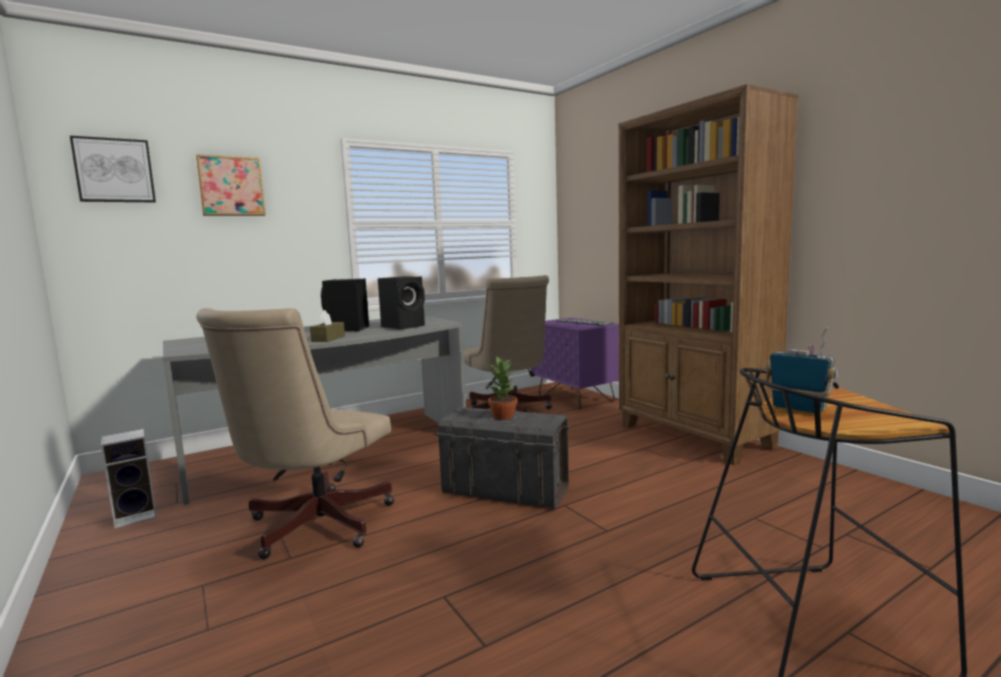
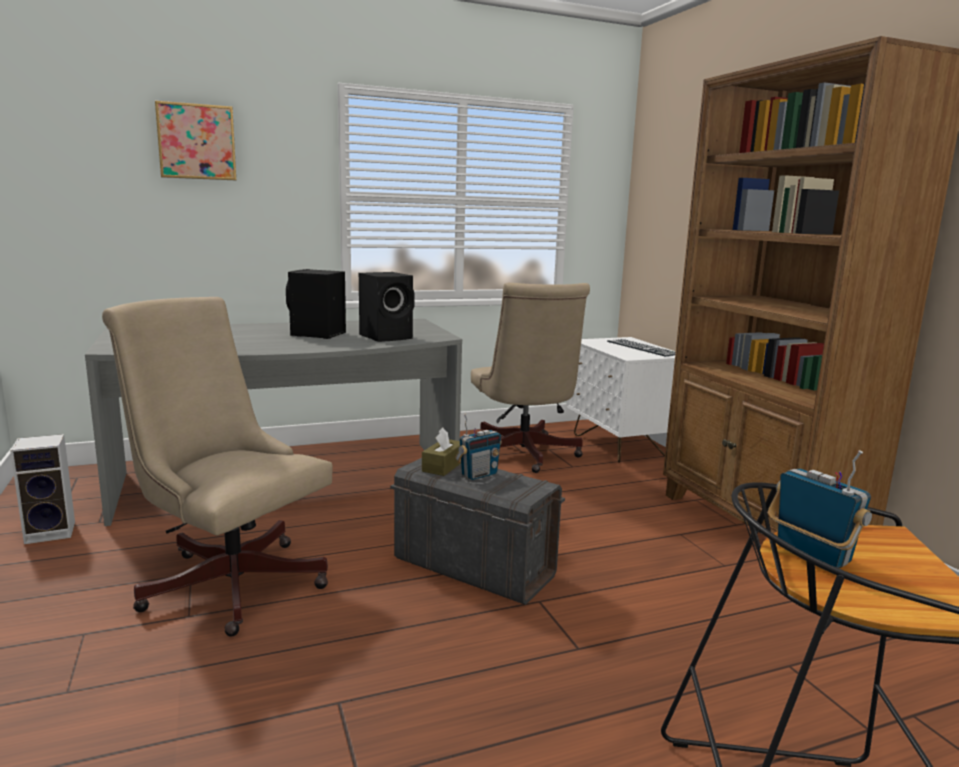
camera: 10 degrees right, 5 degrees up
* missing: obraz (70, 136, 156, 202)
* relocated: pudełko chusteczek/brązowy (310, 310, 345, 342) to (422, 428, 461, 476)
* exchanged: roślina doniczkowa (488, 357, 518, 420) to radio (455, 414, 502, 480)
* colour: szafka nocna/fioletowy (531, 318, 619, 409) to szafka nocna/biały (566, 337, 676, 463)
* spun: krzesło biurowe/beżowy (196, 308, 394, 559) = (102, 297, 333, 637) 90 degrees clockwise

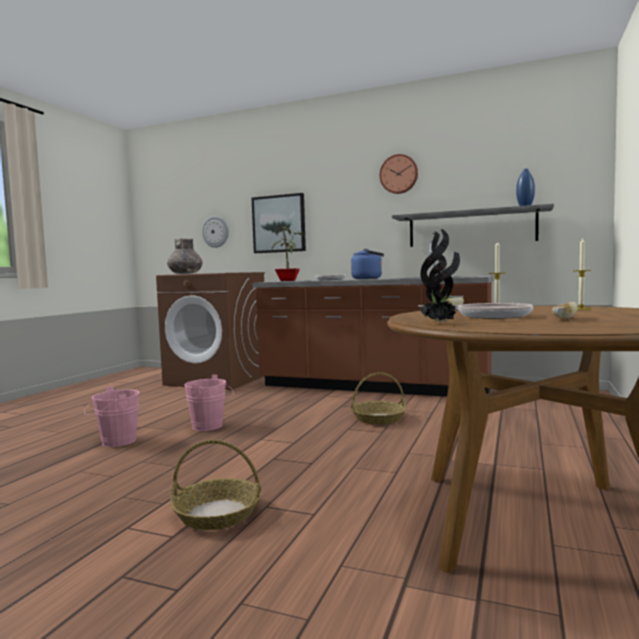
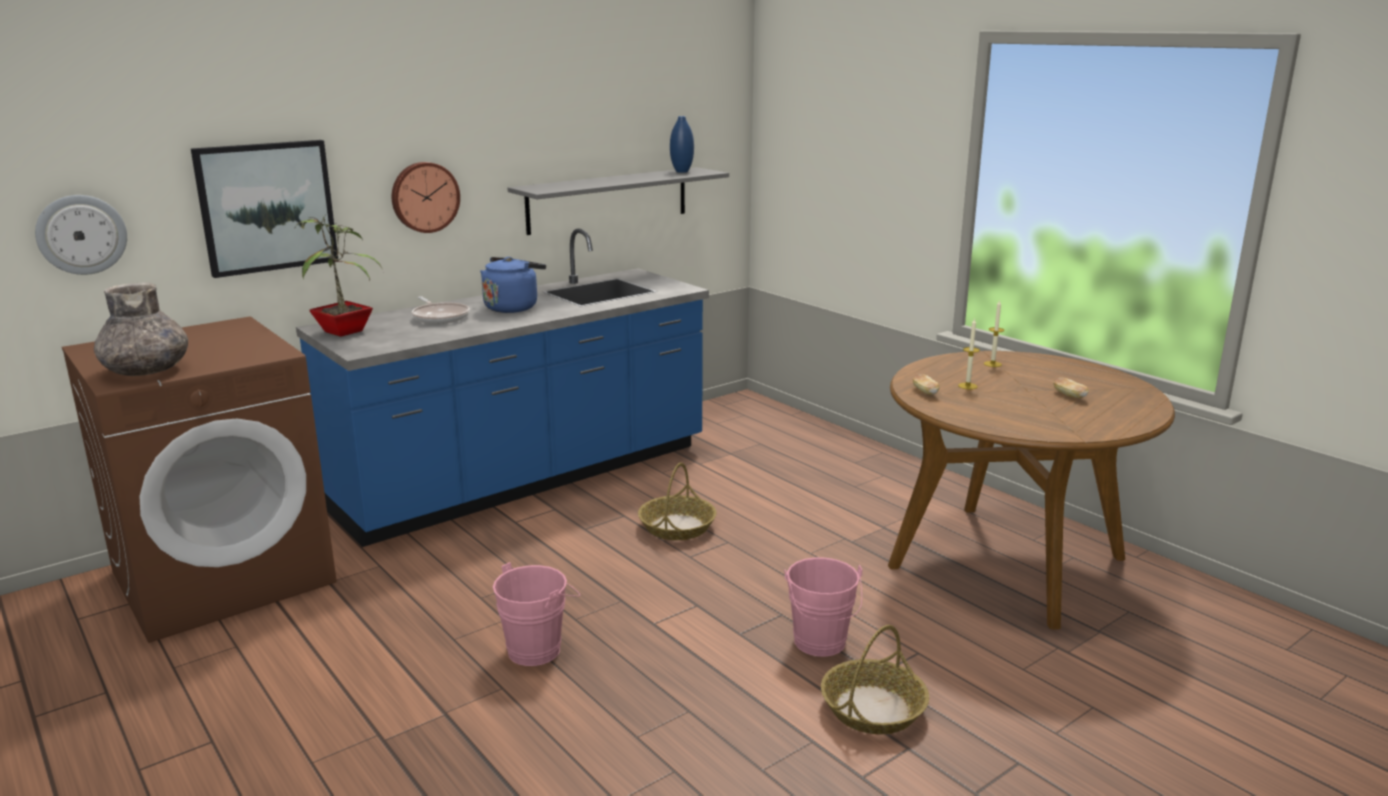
camera: 60 degrees left, 15 degrees up
* missing: patelnia (418, 303, 533, 319)
* missing: roślina doniczkowa (420, 229, 460, 323)
* relocated: wiadro/różowy (84, 386, 140, 447) to (784, 557, 862, 657)
* relocated: zegar ścienny (379, 154, 418, 194) to (392, 162, 460, 233)
* colour: zabudowa kuchenna/brązowy (252, 241, 493, 397) to zabudowa kuchenna/niebieski (296, 228, 709, 547)

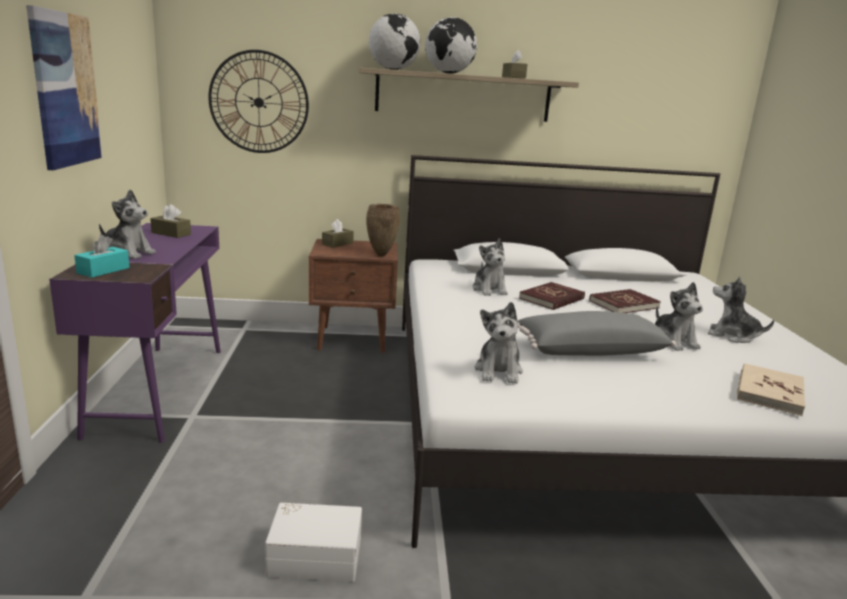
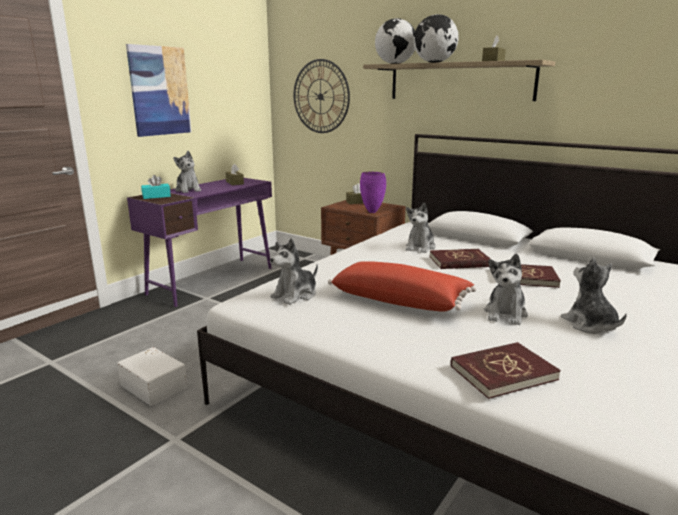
camera: 40 degrees right, 0 degrees up
* colour: wazon/brązowy (366, 204, 400, 256) to wazon/fioletowy (360, 172, 386, 213)
* colour: poduszka/szary (518, 311, 676, 356) to poduszka/czerwony (328, 261, 476, 312)
* colour: książka/beżowy (737, 363, 805, 416) to książka/czerwony (451, 342, 561, 399)

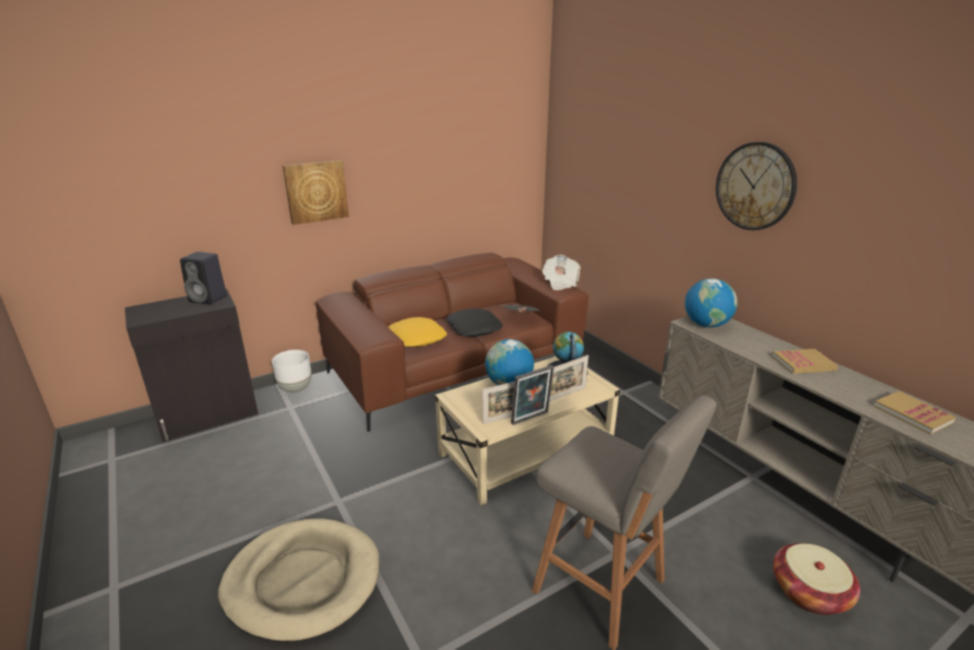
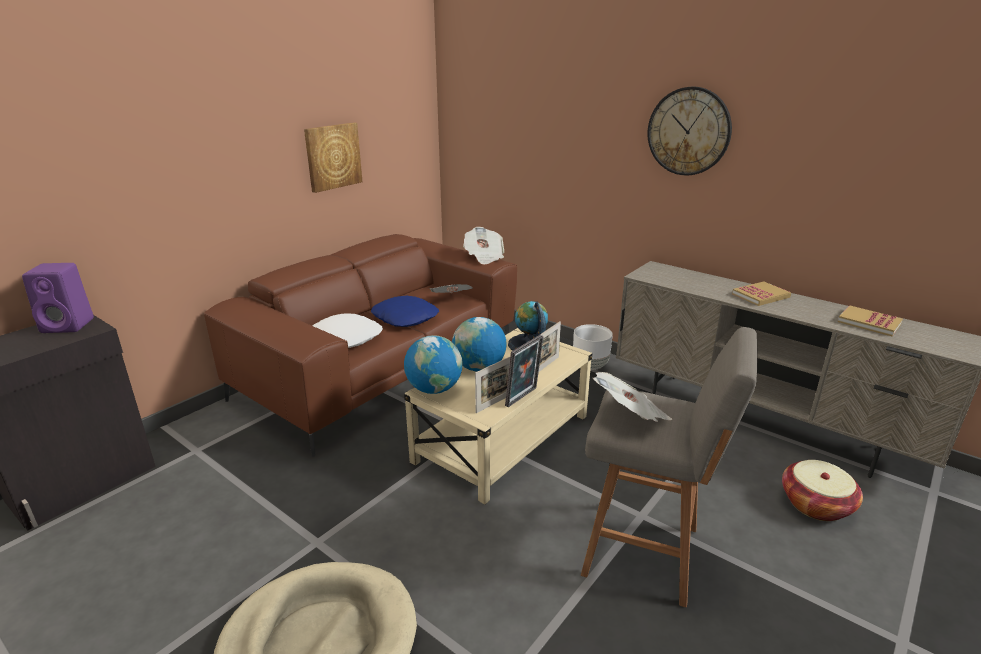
camera: 20 degrees left, 0 degrees up
* appeared: gazeta (593, 372, 672, 422)
* relocated: donica/biały (272, 350, 312, 393) to (573, 324, 613, 370)
* relocated: obraz (283, 160, 349, 225) to (304, 122, 362, 193)
* relocated: globus (685, 278, 737, 327) to (404, 335, 463, 394)
* colour: głośnik/czarny (180, 252, 227, 305) to głośnik/fioletowy (22, 263, 94, 333)
* colour: poduszka/żółty (389, 317, 447, 347) to poduszka/biały (312, 313, 383, 348)
* colour: poduszka/czarny (446, 308, 503, 337) to poduszka/niebieski (371, 296, 439, 327)

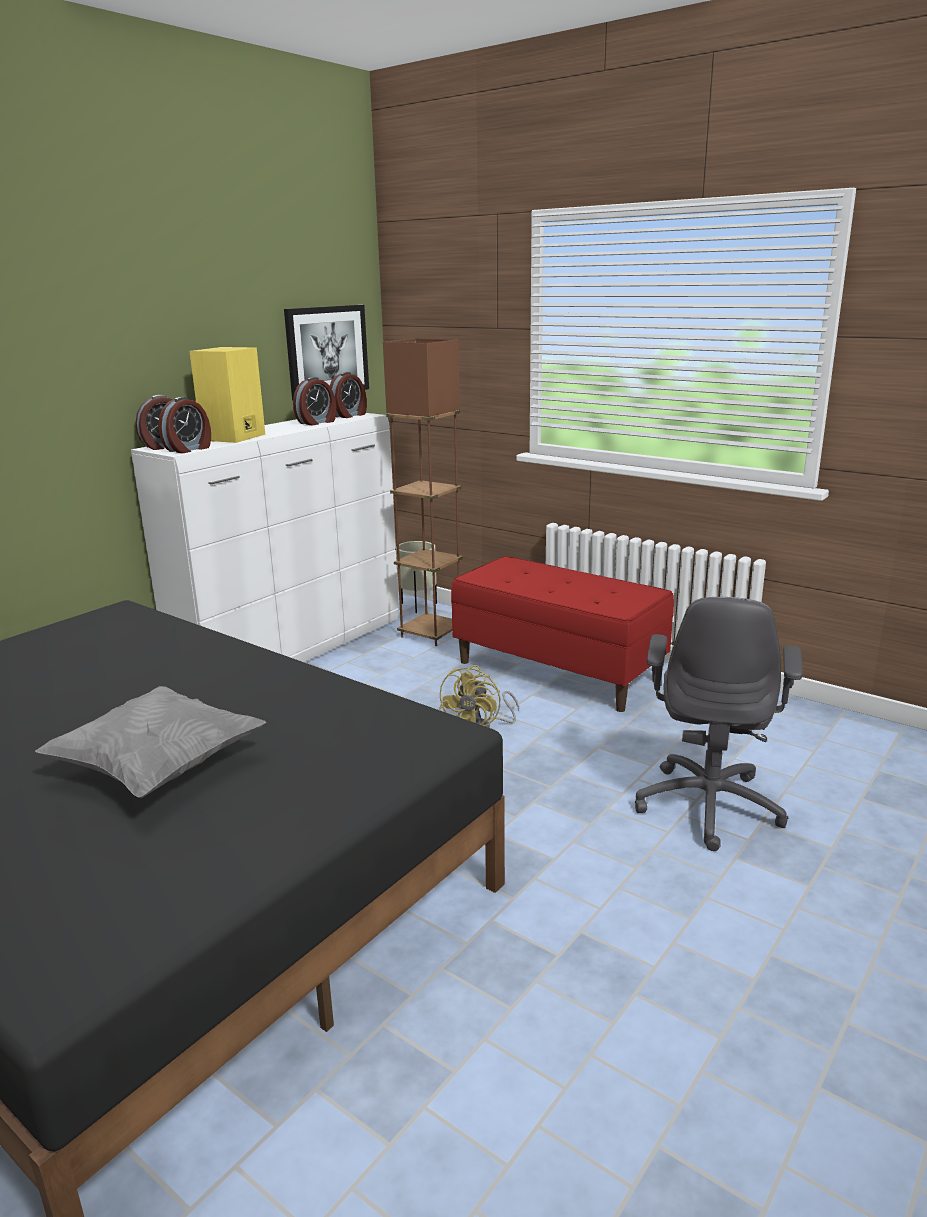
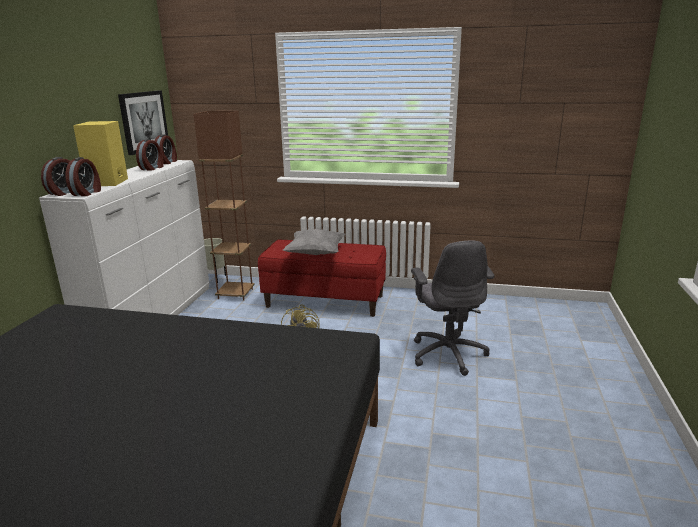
camera: 25 degrees left, 0 degrees up
* relocated: poduszka/szary (35, 686, 266, 798) to (283, 228, 345, 255)

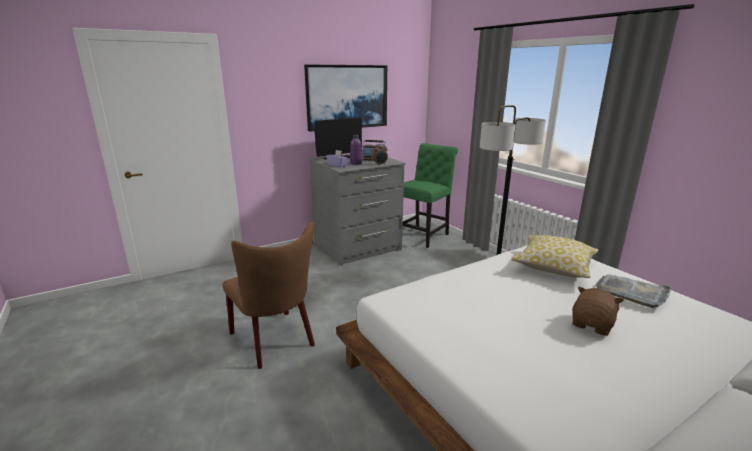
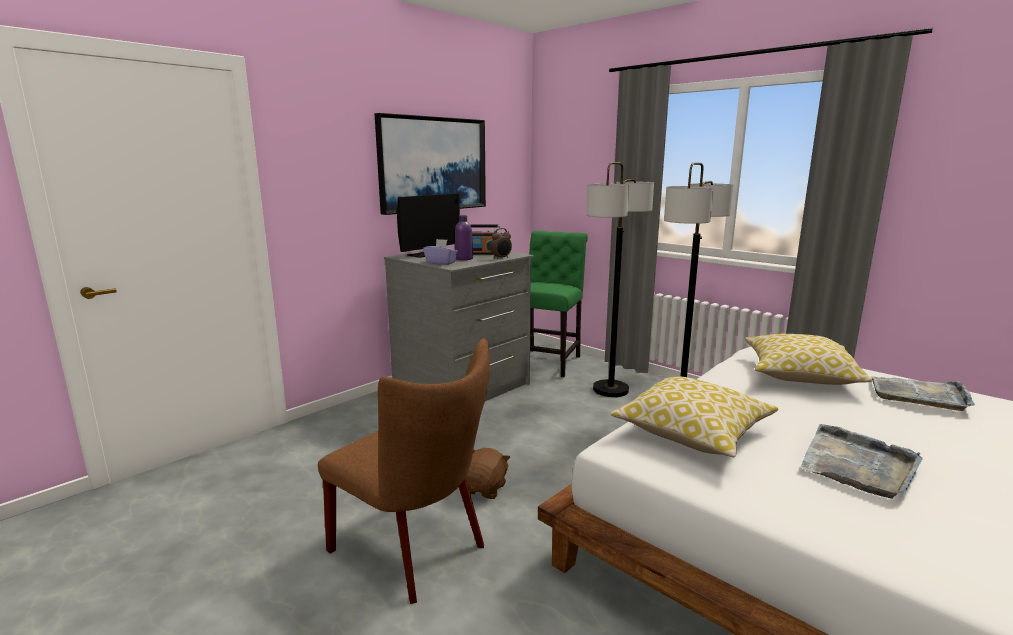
camera: 15 degrees left, 5 degrees down
* appeared: lampa stojąca (586, 162, 654, 397)
* appeared: poduszka (610, 377, 779, 457)
* appeared: taca/szary (801, 424, 923, 499)
* relocated: pluszak/brązowy (573, 287, 624, 336) to (466, 448, 510, 499)

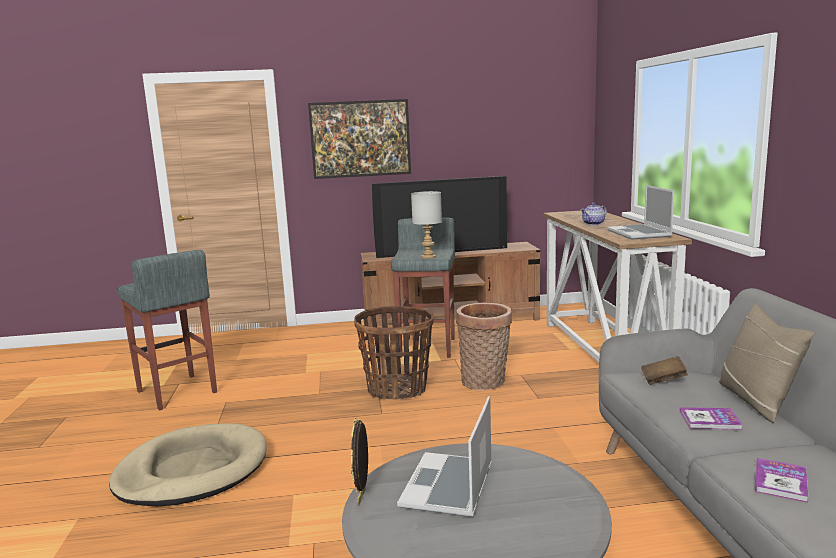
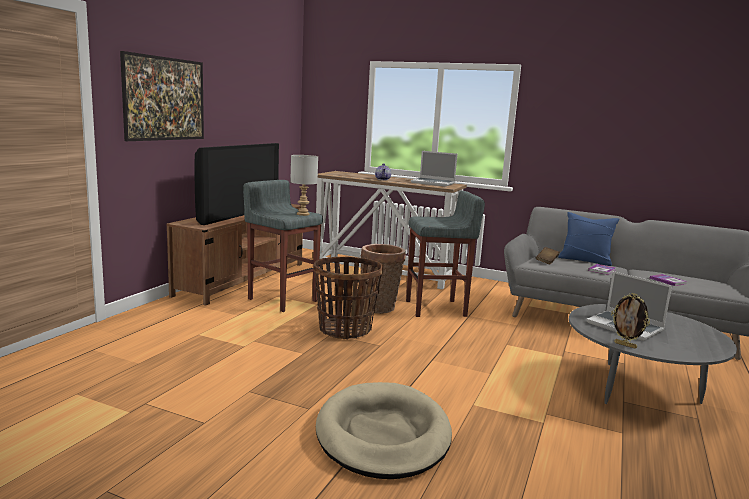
camera: 60 degrees left, 0 degrees up
* relocated: stołek/szary (118, 250, 217, 411) to (406, 191, 485, 317)
* colour: poduszka/beżowy (719, 304, 814, 423) to poduszka/niebieski (558, 212, 619, 266)

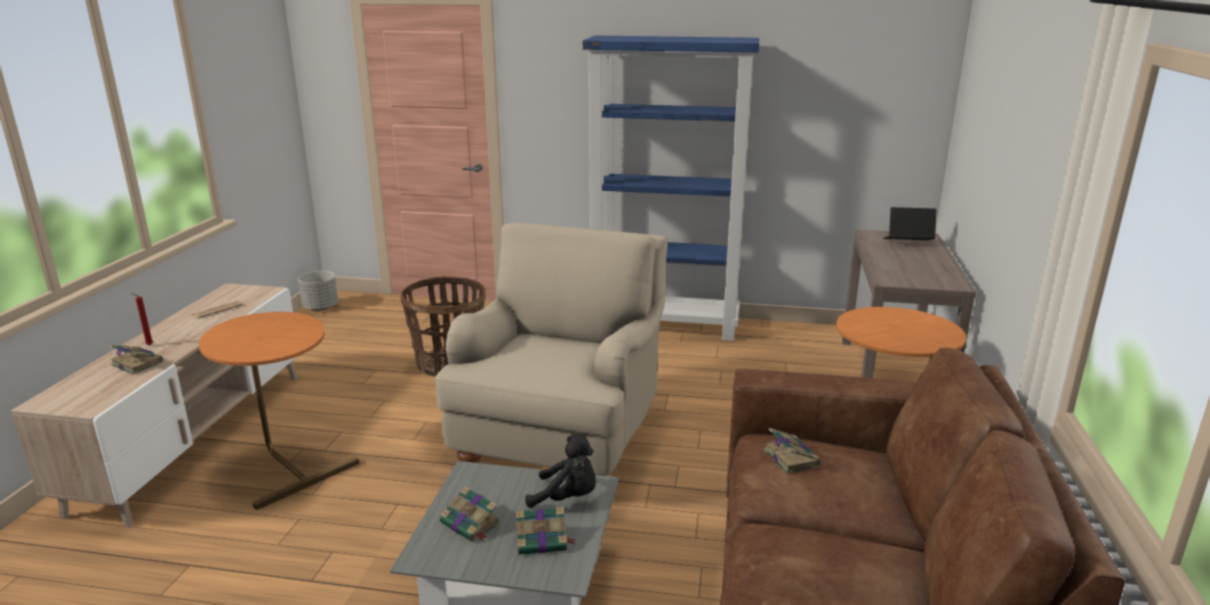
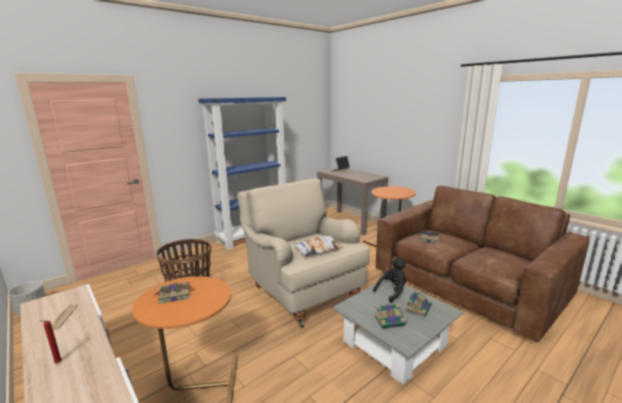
camera: 50 degrees left, 5 degrees down
* appeared: poduszka (294, 236, 343, 257)
* relocated: książka (109, 345, 163, 375) to (155, 282, 190, 304)

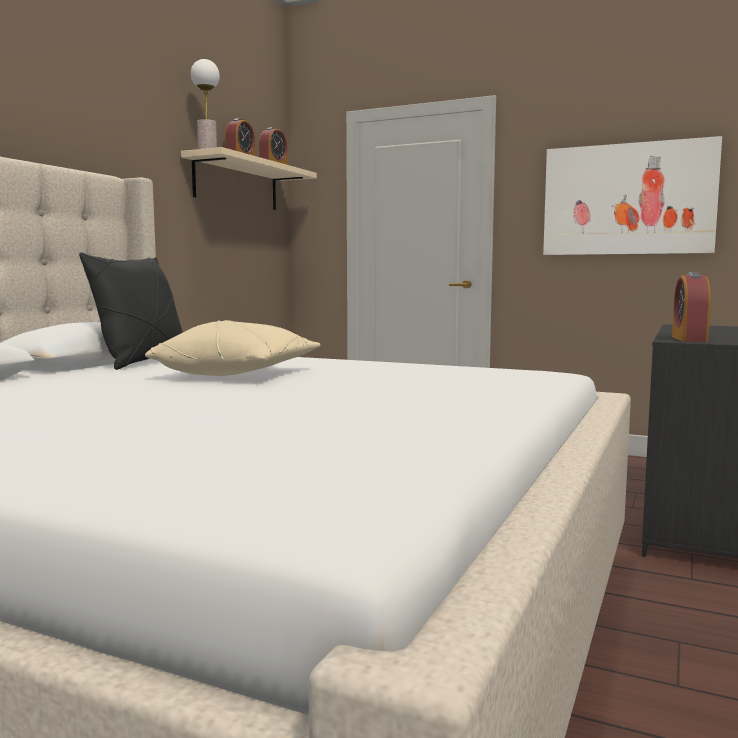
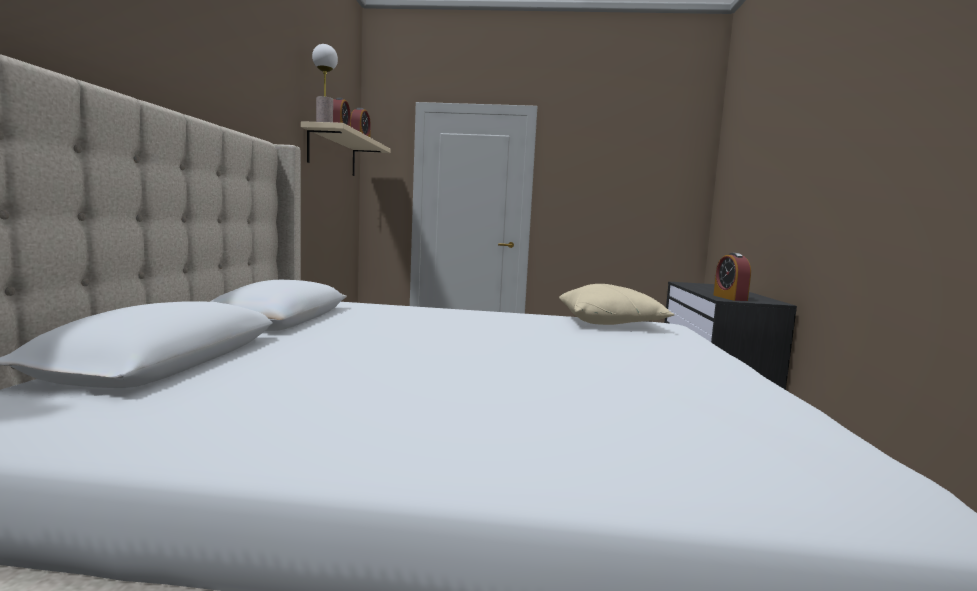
camera: 20 degrees left, 0 degrees up
* missing: poduszka/czarny (79, 253, 183, 370)
* missing: obraz (543, 136, 722, 255)
* relocated: poduszka/beżowy (145, 320, 321, 376) to (559, 284, 675, 325)

